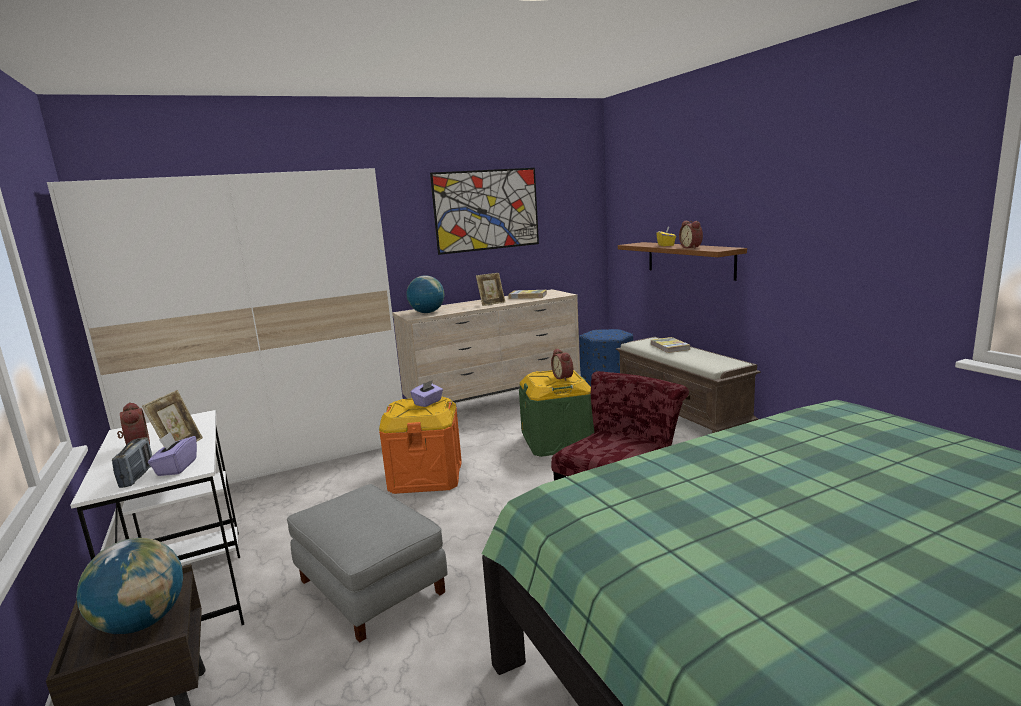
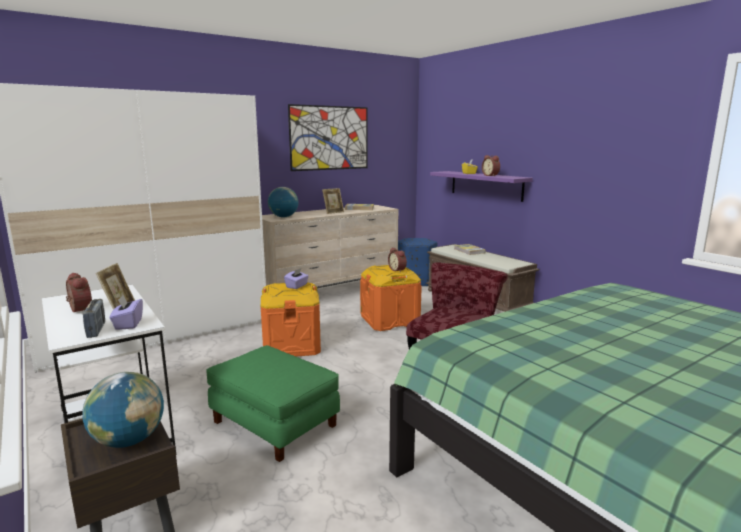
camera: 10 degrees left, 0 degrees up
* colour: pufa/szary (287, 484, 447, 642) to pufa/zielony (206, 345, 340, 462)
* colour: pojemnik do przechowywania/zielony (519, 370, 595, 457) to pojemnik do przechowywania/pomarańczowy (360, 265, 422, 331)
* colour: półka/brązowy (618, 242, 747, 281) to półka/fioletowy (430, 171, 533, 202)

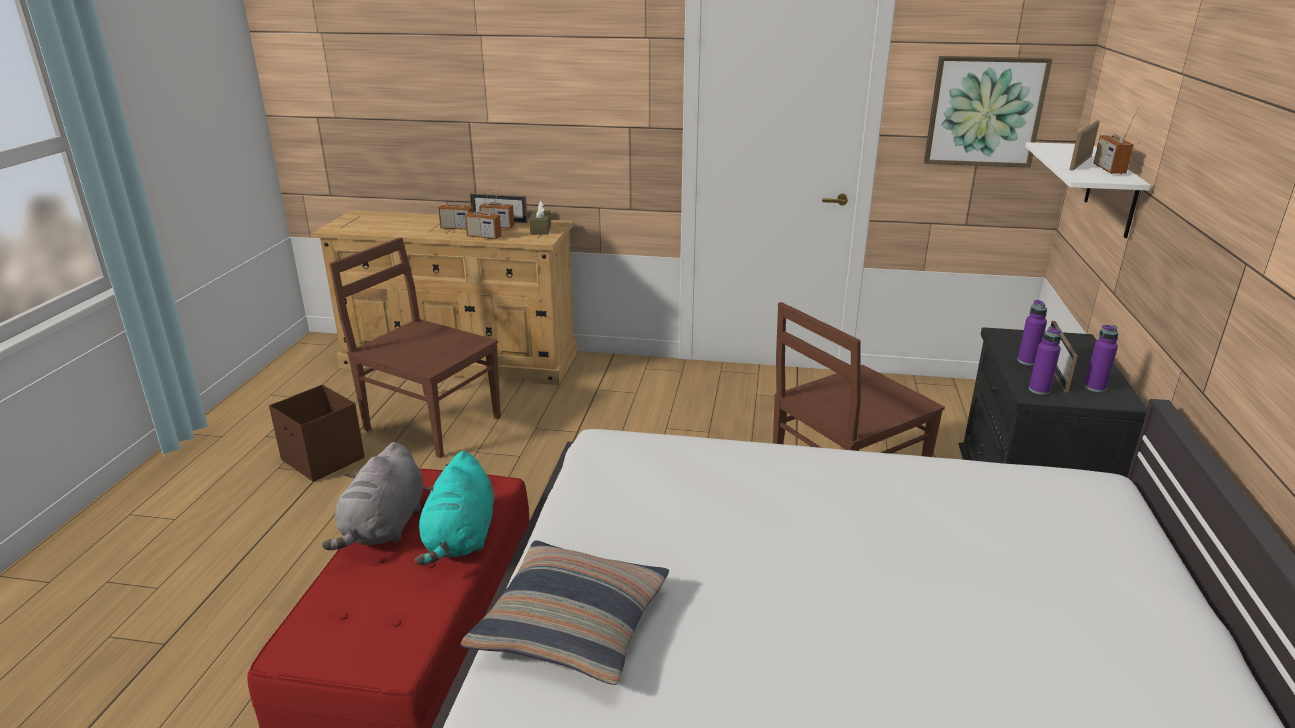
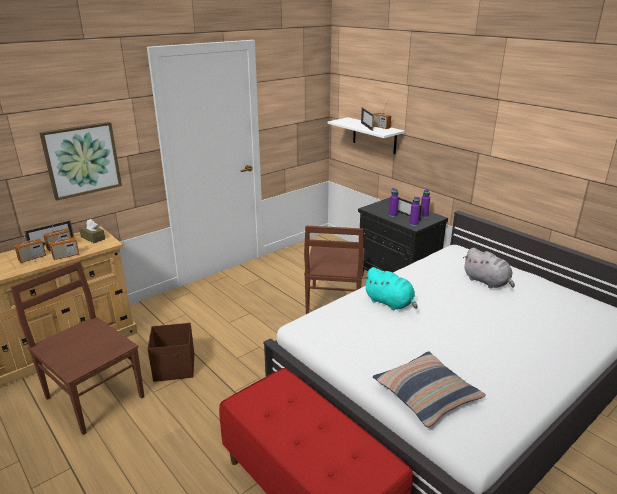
camera: 50 degrees left, 0 degrees up
* relocated: pojemnik do przechowywania/brązowy (269, 385, 365, 482) to (148, 323, 194, 382)
* relocated: pluszak/szary (322, 442, 423, 550) to (463, 248, 515, 288)
* relocated: pluszak/turkusowy (415, 451, 494, 565) to (363, 267, 418, 310)
* relocated: obraz (924, 56, 1052, 168) to (39, 122, 122, 201)
* spun: krzesło/brązowy (329, 237, 501, 458) = (11, 261, 145, 435) 60 degrees clockwise

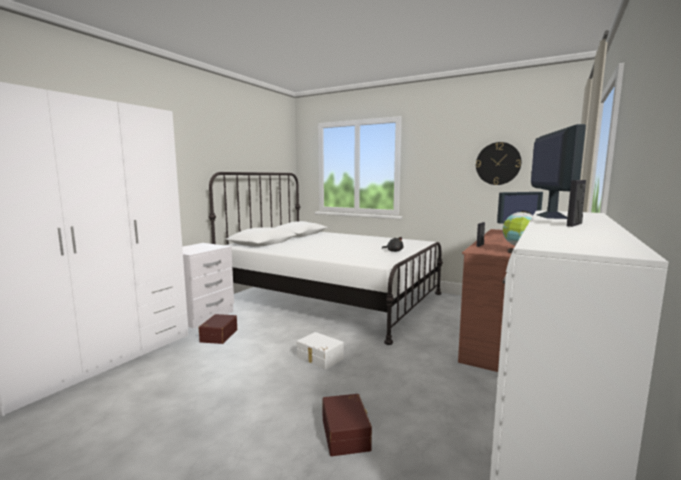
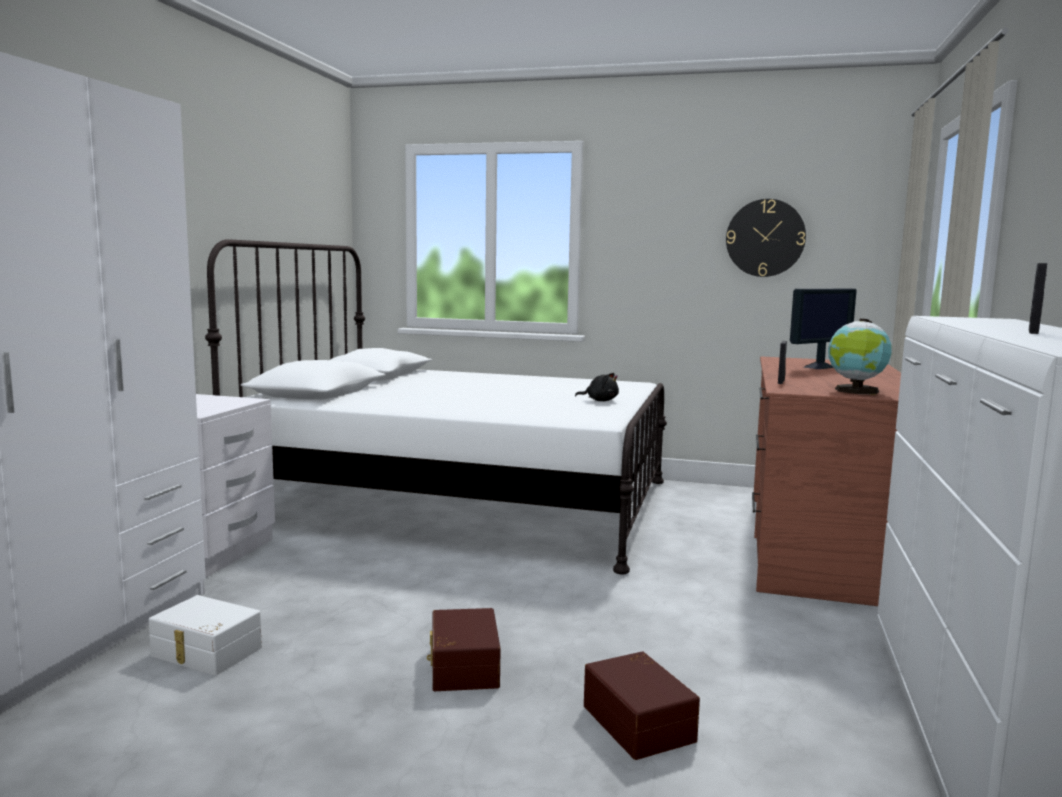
camera: 15 degrees left, 0 degrees up
* missing: monitor (531, 124, 586, 219)
* relocated: pojemnik do przechowywania/brązowy (199, 314, 237, 344) to (427, 608, 501, 691)
* relocated: pojemnik do przechowywania/biały (297, 332, 344, 370) to (149, 595, 262, 676)

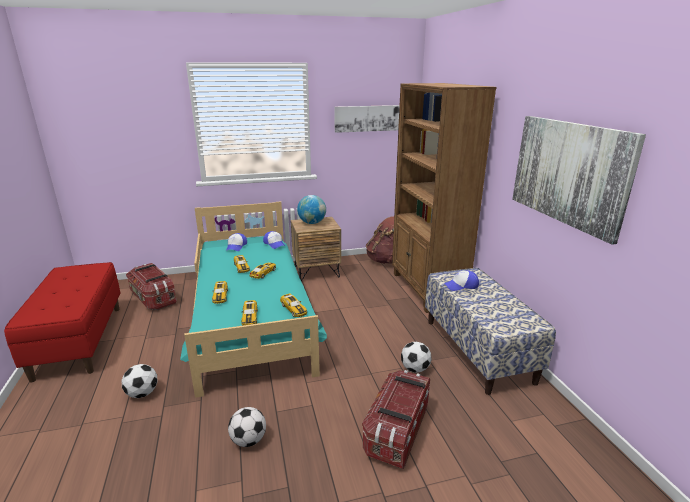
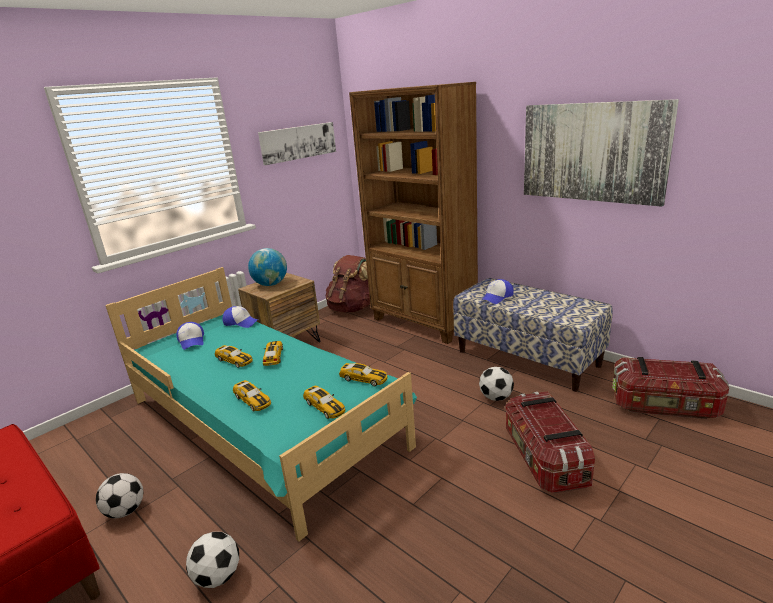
camera: 30 degrees left, 0 degrees up
* relocated: pojemnik do przechowywania (126, 263, 177, 310) to (612, 357, 729, 419)
* relocated: piłka futbolowa (228, 407, 266, 447) to (96, 473, 143, 518)

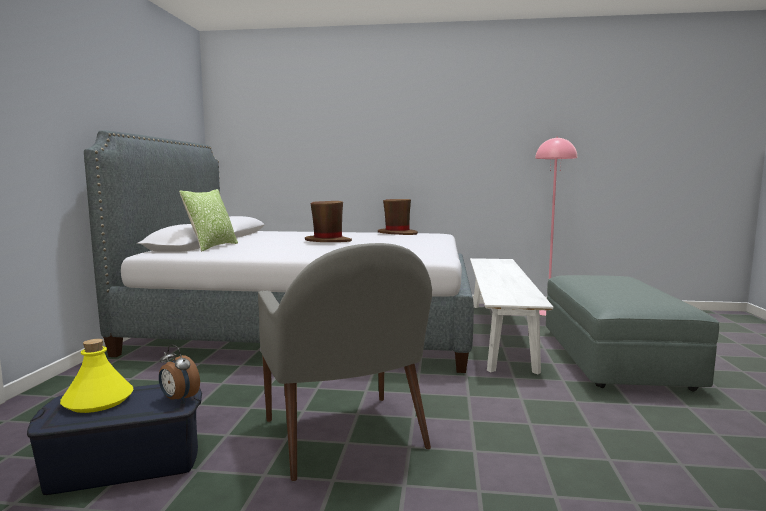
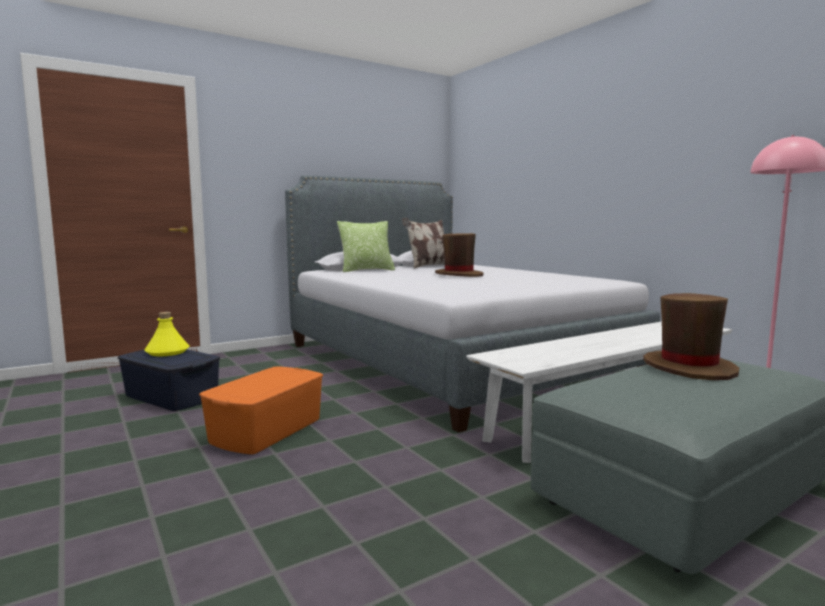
camera: 50 degrees right, 0 degrees up
* missing: budzik (159, 344, 200, 403)
* appeared: poduszka (402, 218, 445, 269)
* relocated: kapelusz/brązowy (378, 199, 418, 235) to (643, 293, 739, 380)
* exchanged: fotel/szary (258, 243, 432, 482) to pojemnik do przechowywania/pomarańczowy (199, 366, 323, 454)

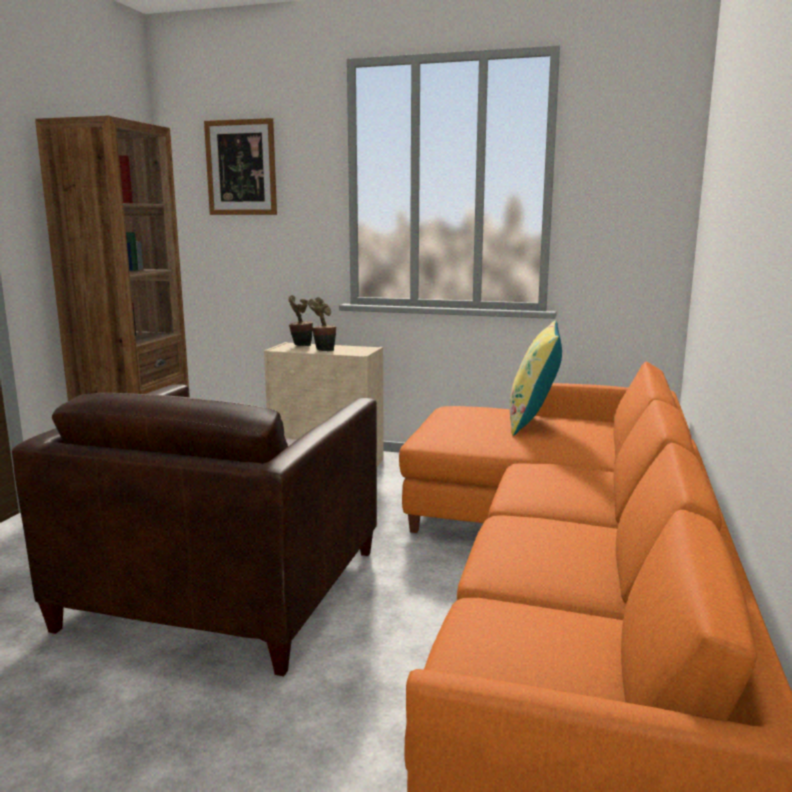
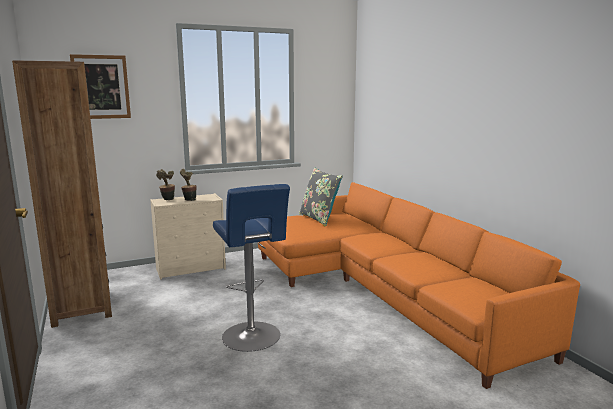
camera: 40 degrees left, 0 degrees up
* exchanged: fotel/brązowy (12, 384, 377, 676) to stołek/niebieski (213, 184, 290, 352)
* colour: poduszka/żółty (510, 320, 562, 436) to poduszka/szary (299, 168, 343, 227)

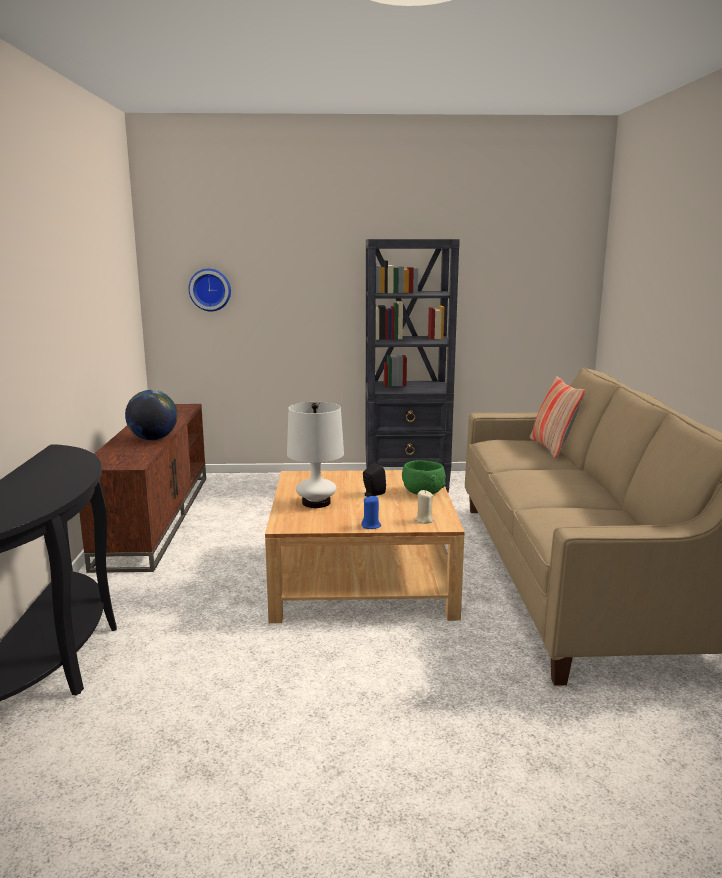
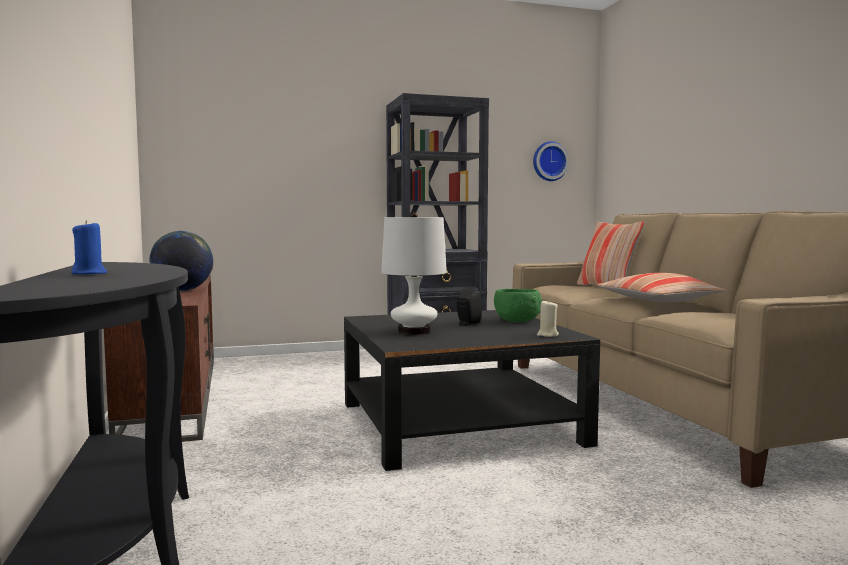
camera: 15 degrees left, 10 degrees down
* appeared: poduszka (596, 273, 727, 302)
* relocated: zegar ścienny (189, 268, 231, 311) to (533, 141, 569, 181)
* relocated: świeca/niebieski (361, 495, 381, 529) to (72, 220, 107, 274)
* colour: ława/beżowy (265, 470, 465, 623) to ława/czarny (344, 310, 600, 471)

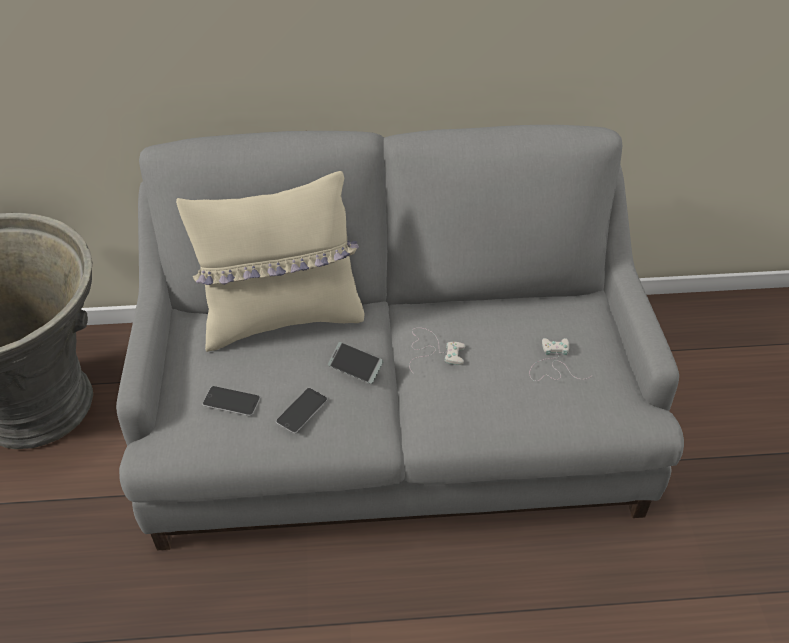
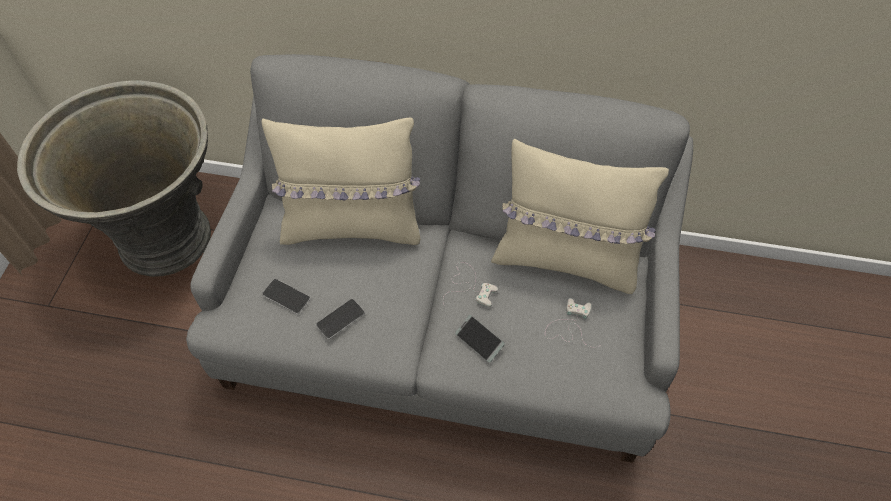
camera: 15 degrees right, 10 degrees up
* appeared: poduszka/beżowy (491, 139, 669, 294)
* relocated: telefon (328, 342, 384, 384) to (455, 315, 505, 363)

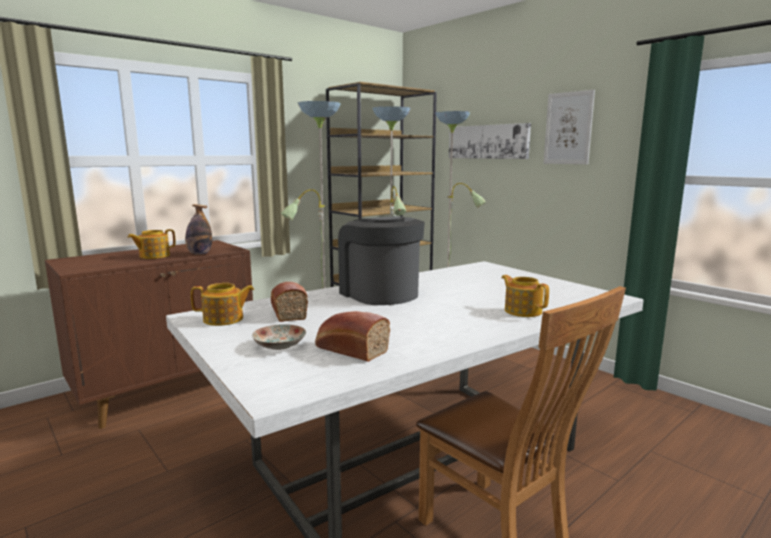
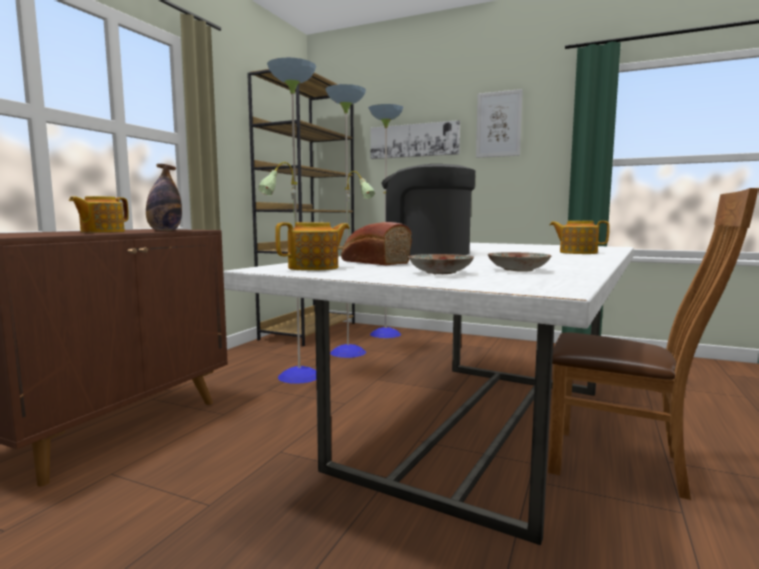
camera: 25 degrees left, 5 degrees down
* exchanged: chleb (315, 311, 390, 362) to talerz (488, 252, 552, 272)

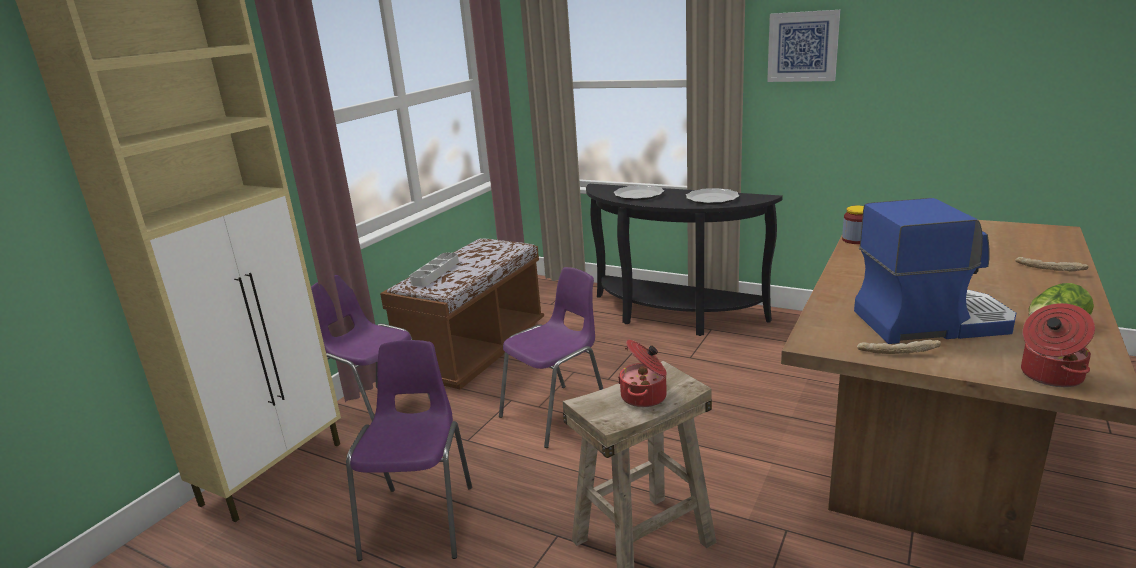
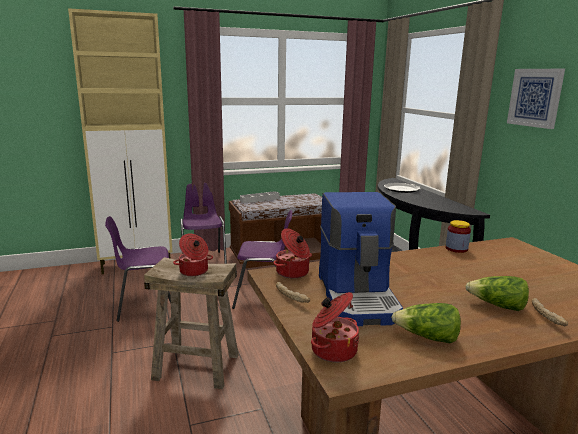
camera: 40 degrees right, 5 degrees down
* missing: talerz (686, 188, 739, 205)
* appeared: garnek (273, 228, 312, 278)
* appeared: sałata (465, 276, 529, 311)
* spun: krzesło/fioletowy (346, 340, 472, 561) = (105, 216, 171, 322) 150 degrees counterclockwise
* spun: ekspres do kawy (854, 198, 1016, 344) = (319, 192, 403, 326) 45 degrees clockwise

